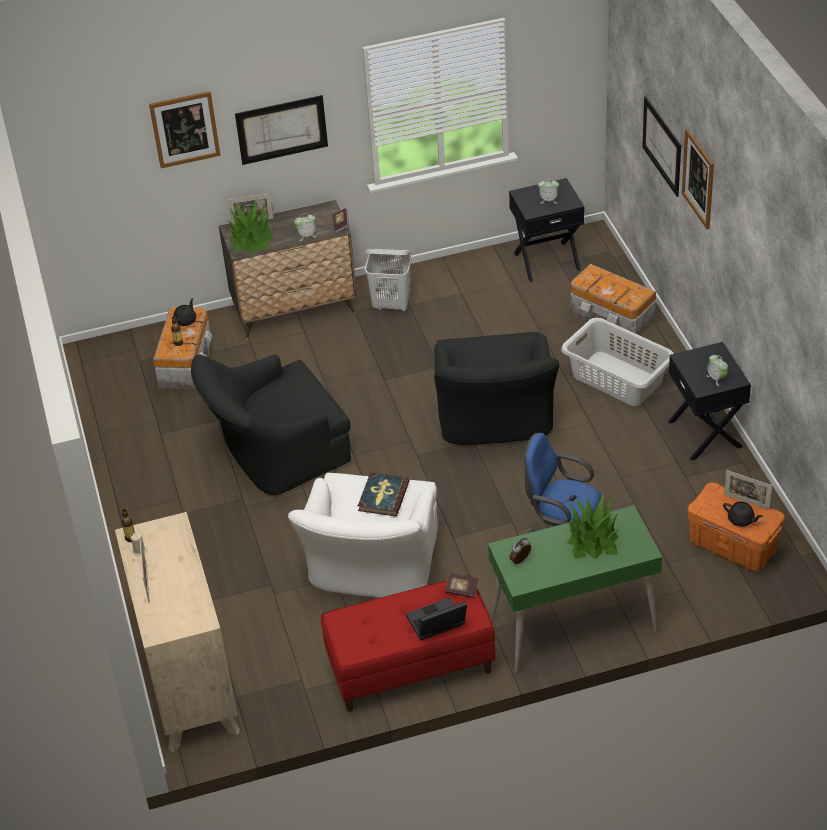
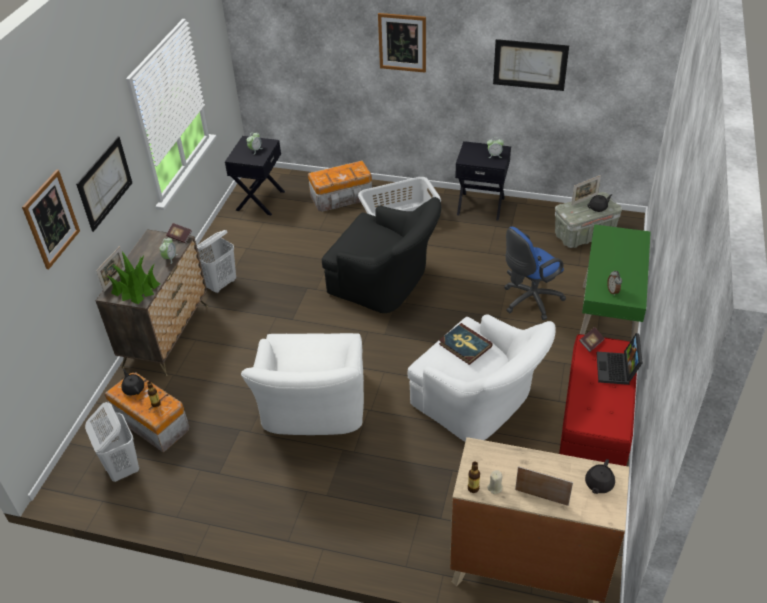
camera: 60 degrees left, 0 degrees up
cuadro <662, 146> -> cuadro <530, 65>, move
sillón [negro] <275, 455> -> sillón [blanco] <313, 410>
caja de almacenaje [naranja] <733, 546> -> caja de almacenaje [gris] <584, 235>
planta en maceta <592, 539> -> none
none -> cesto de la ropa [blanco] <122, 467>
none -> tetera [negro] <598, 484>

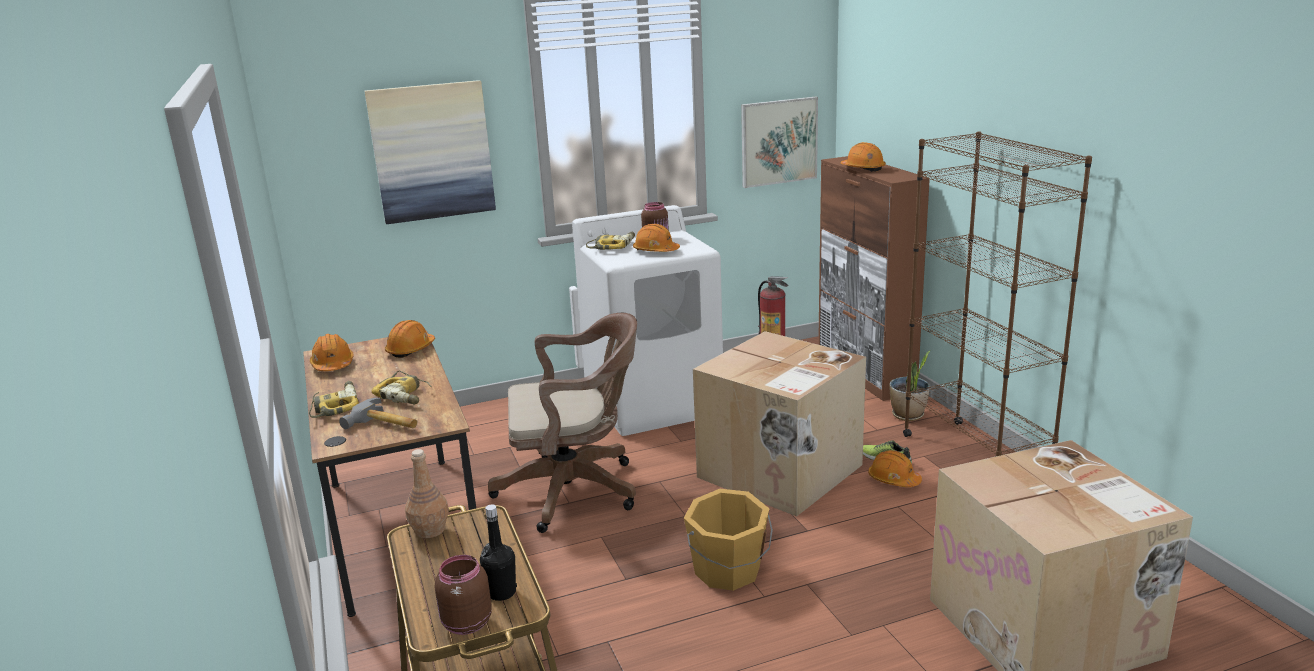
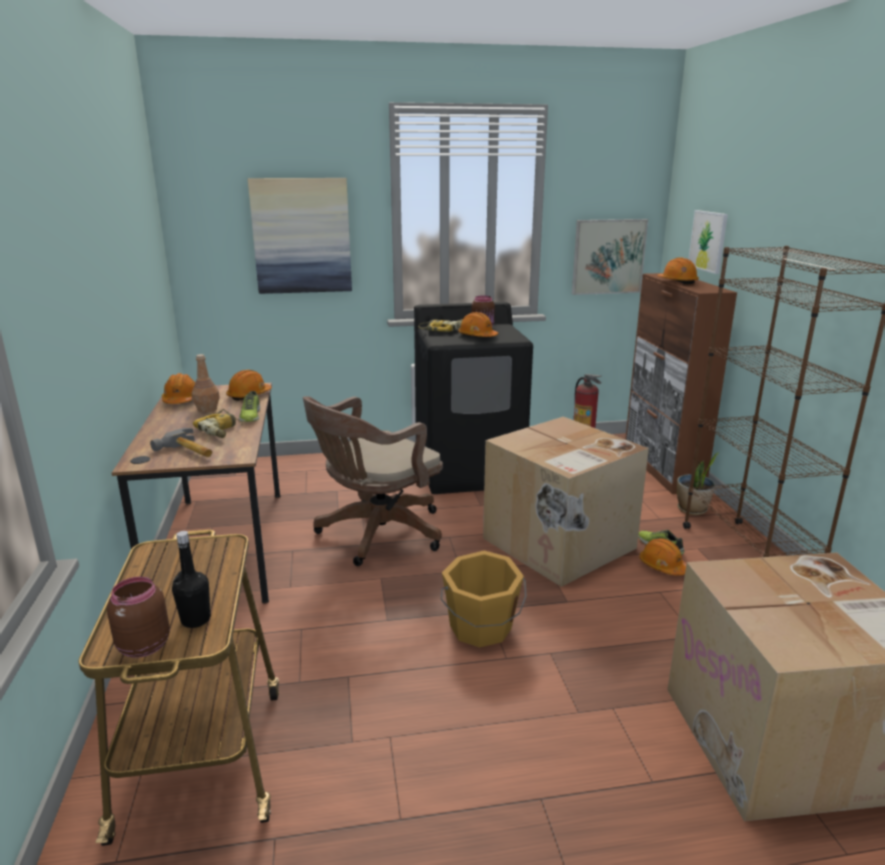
camera: 10 degrees right, 0 degrees up
lavadora [blanco] <654, 403> -> lavadora [negro] <469, 470>
silla de oficina [marrón] <576, 490> -> silla de oficina [marrón] <376, 534>, 135 degrees clockwise
taladro <334, 406> -> none
botella [marrón] <430, 530> -> botella [marrón] <207, 409>, move
none -> cuadro <708, 241>
none -> zapato <250, 416>

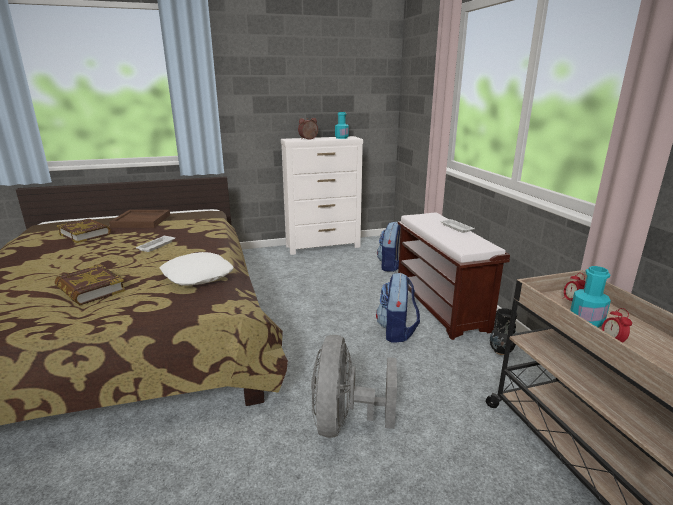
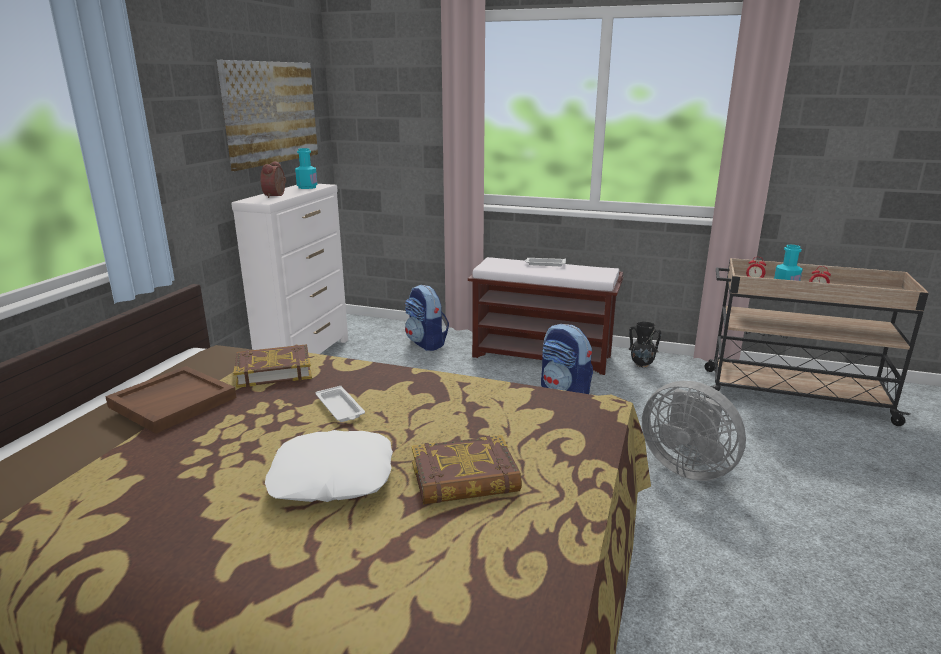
camera: 55 degrees left, 0 degrees up
libro <85, 234> -> libro <274, 371>, move
cojín [blanco] <197, 276> -> cojín [blanco] <332, 478>, move
none -> cuadro <271, 113>

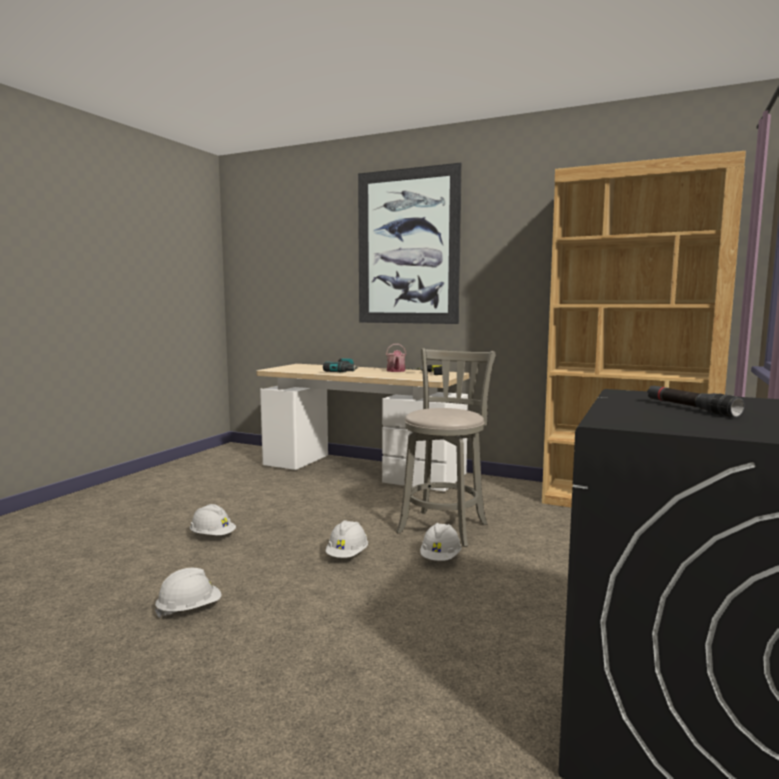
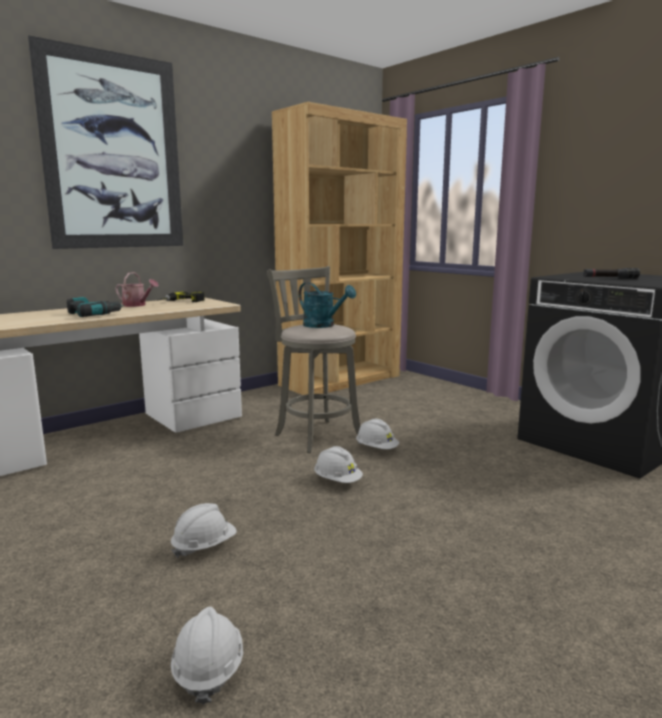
camera: 65 degrees left, 5 degrees up
casco [blanco] <189, 610> -> casco [blanco] <208, 670>, move
none -> regadera [turquesa] <323, 326>

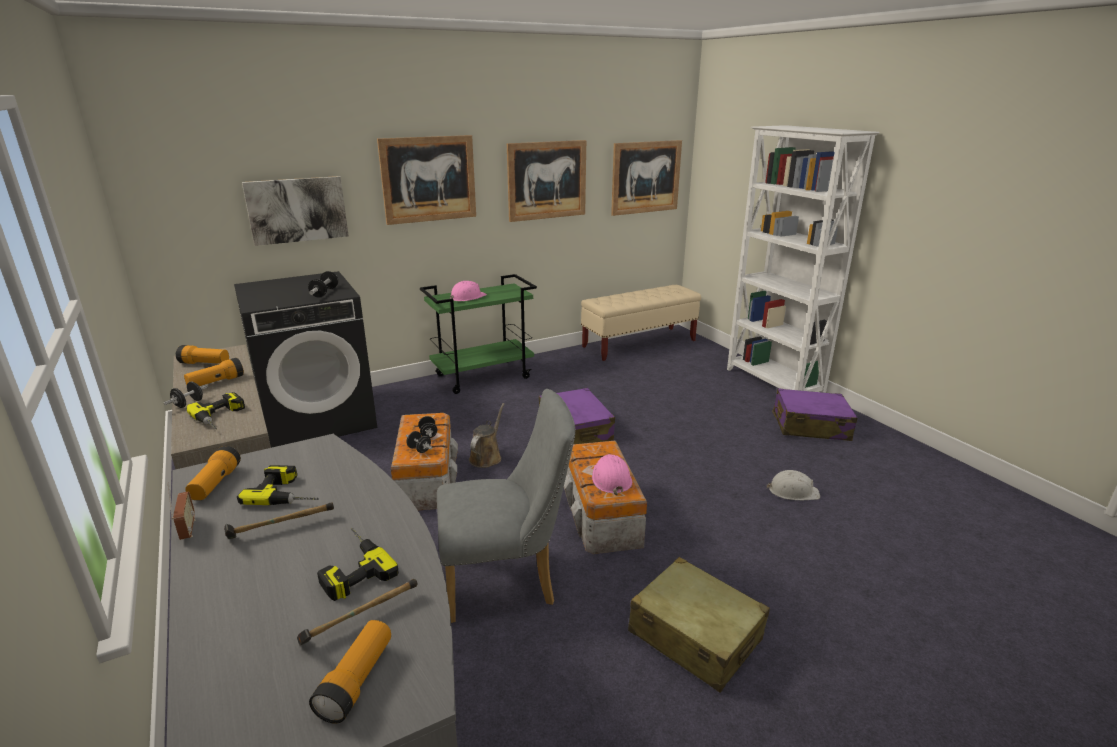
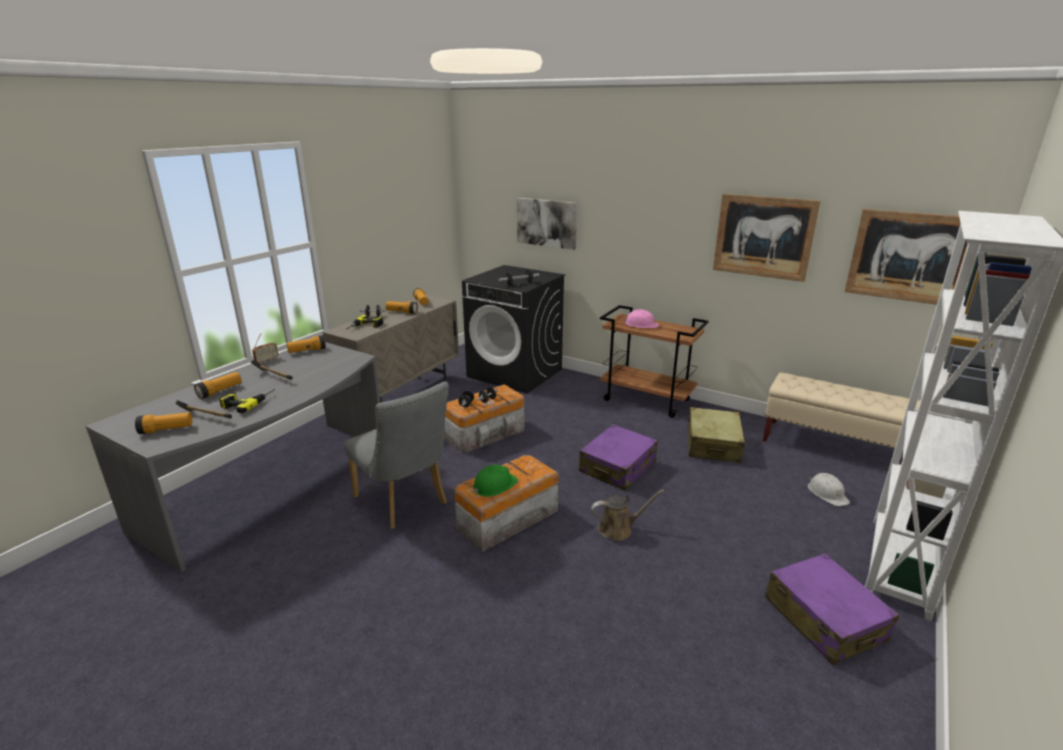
camera: 60 degrees right, 0 degrees up
cuadro <428, 179> -> none
carrito [verde] <483, 376> -> carrito [marrón] <647, 400>
regadera [marrón] <486, 457> -> regadera [marrón] <618, 529>, move
casco [rosa] <611, 479> -> casco [verde] <494, 485>
taladro <289, 492> -> none
casco [blanco] <793, 491> -> casco [blanco] <827, 493>, move
maleta [beis] <695, 636> -> maleta [beis] <713, 444>, move
none -> linterna <220, 391>

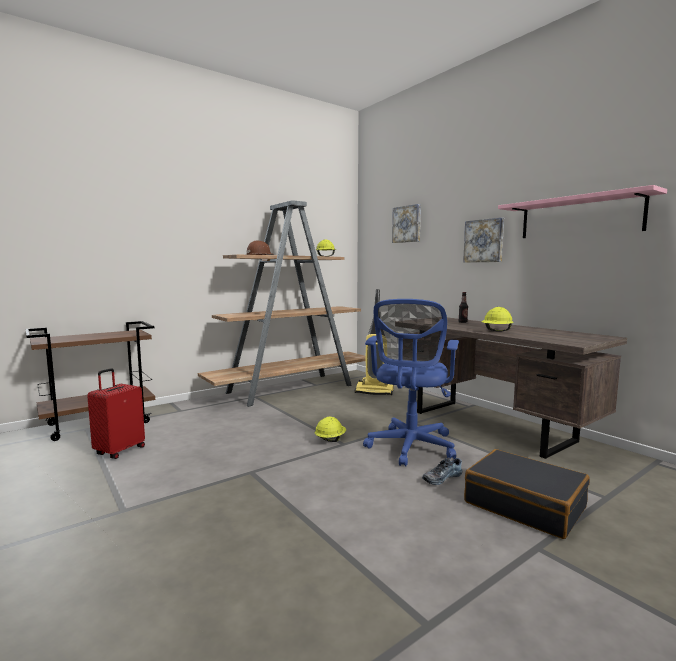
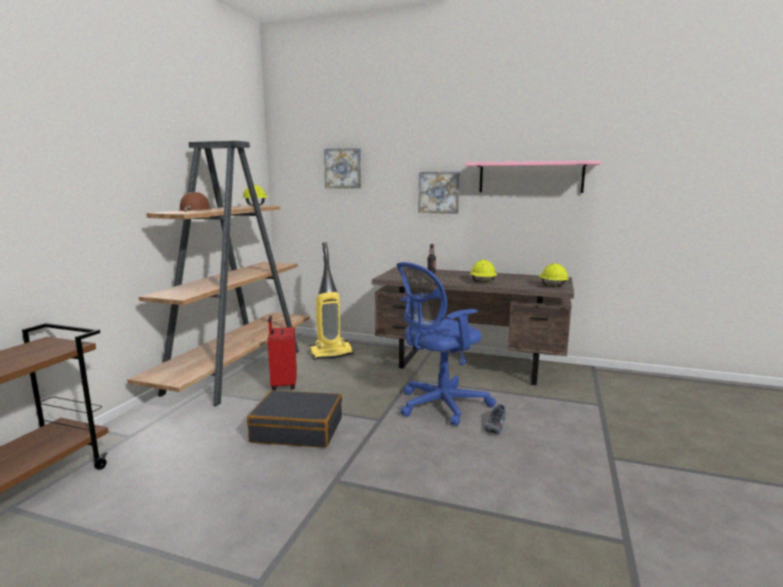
camera: 35 degrees left, 5 degrees up
silla de oficina [azul] <410, 448> -> silla de oficina [azul] <439, 405>, 75 degrees clockwise
maleta [rojo] <119, 451> -> maleta [rojo] <283, 385>, move
casco [amarillo] <330, 440> -> casco [amarillo] <552, 286>, move
maleta [negro] <524, 505> -> maleta [negro] <298, 430>, move

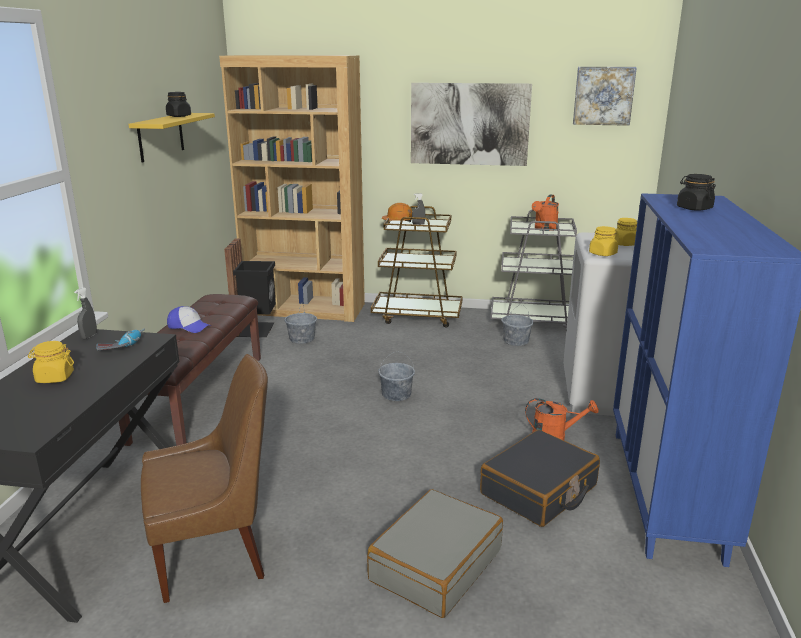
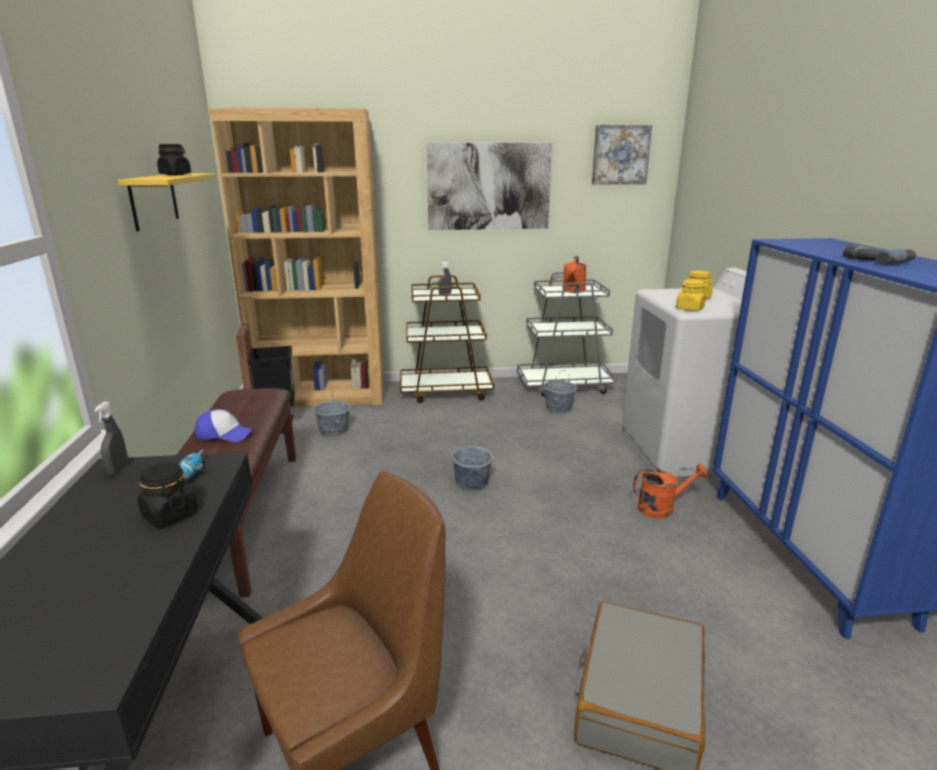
camera: 15 degrees left, 0 degrees up
tarro [negro] <694, 208> -> tarro [negro] <169, 514>, move
casco [naranja] <398, 221> -> none
tarro [amarillo] <54, 378> -> none
maleta [negro] <539, 490> -> none
none -> taladro <876, 260>

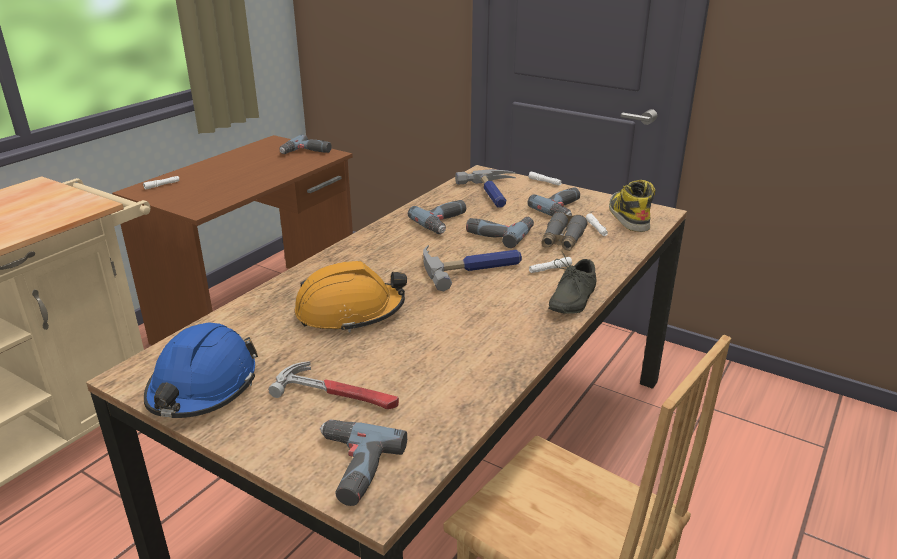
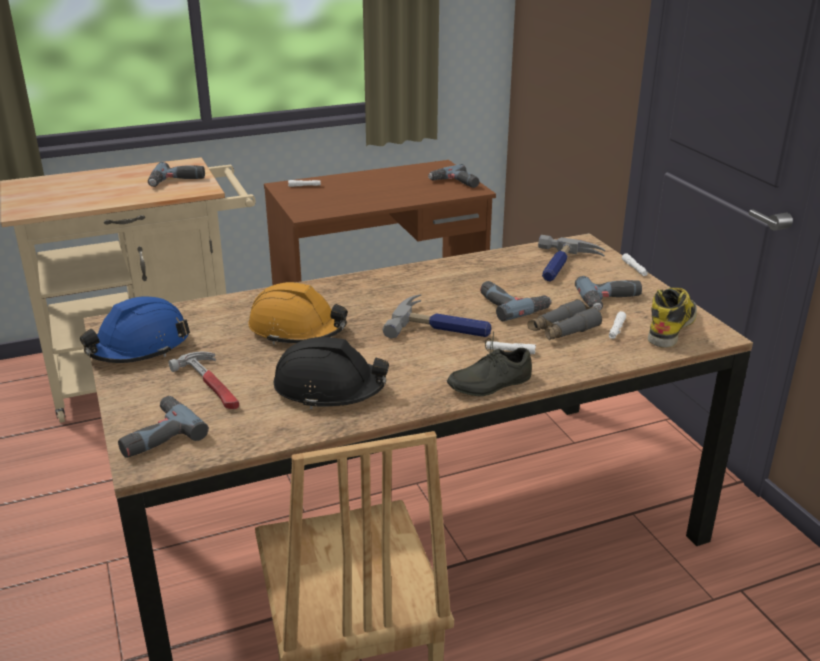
camera: 35 degrees right, 0 degrees up
taladro <445, 223> -> taladro <177, 181>, move
none -> casco [negro] <329, 389>

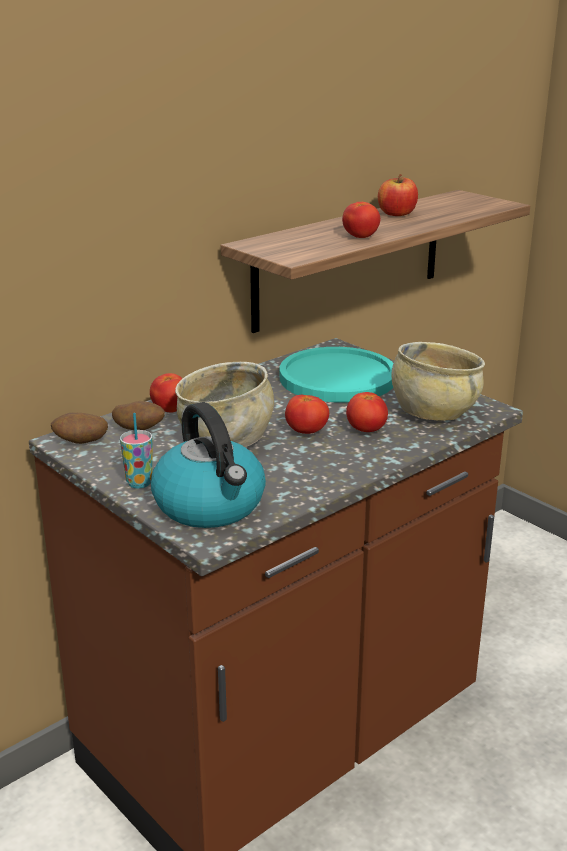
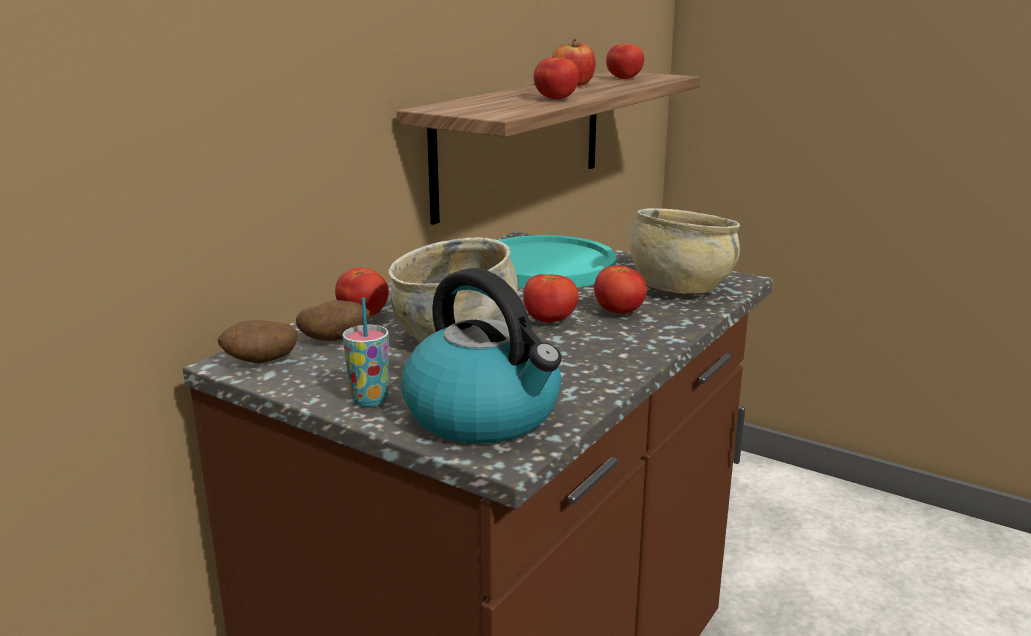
camera: 15 degrees left, 5 degrees down
none -> tomate <624, 78>

